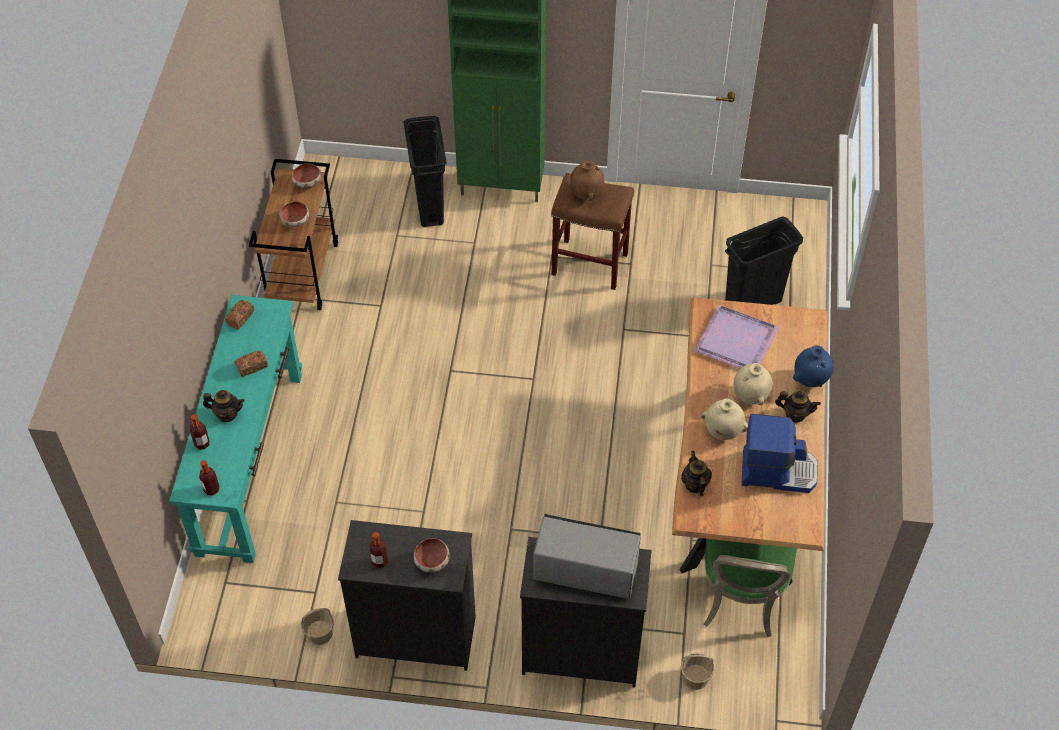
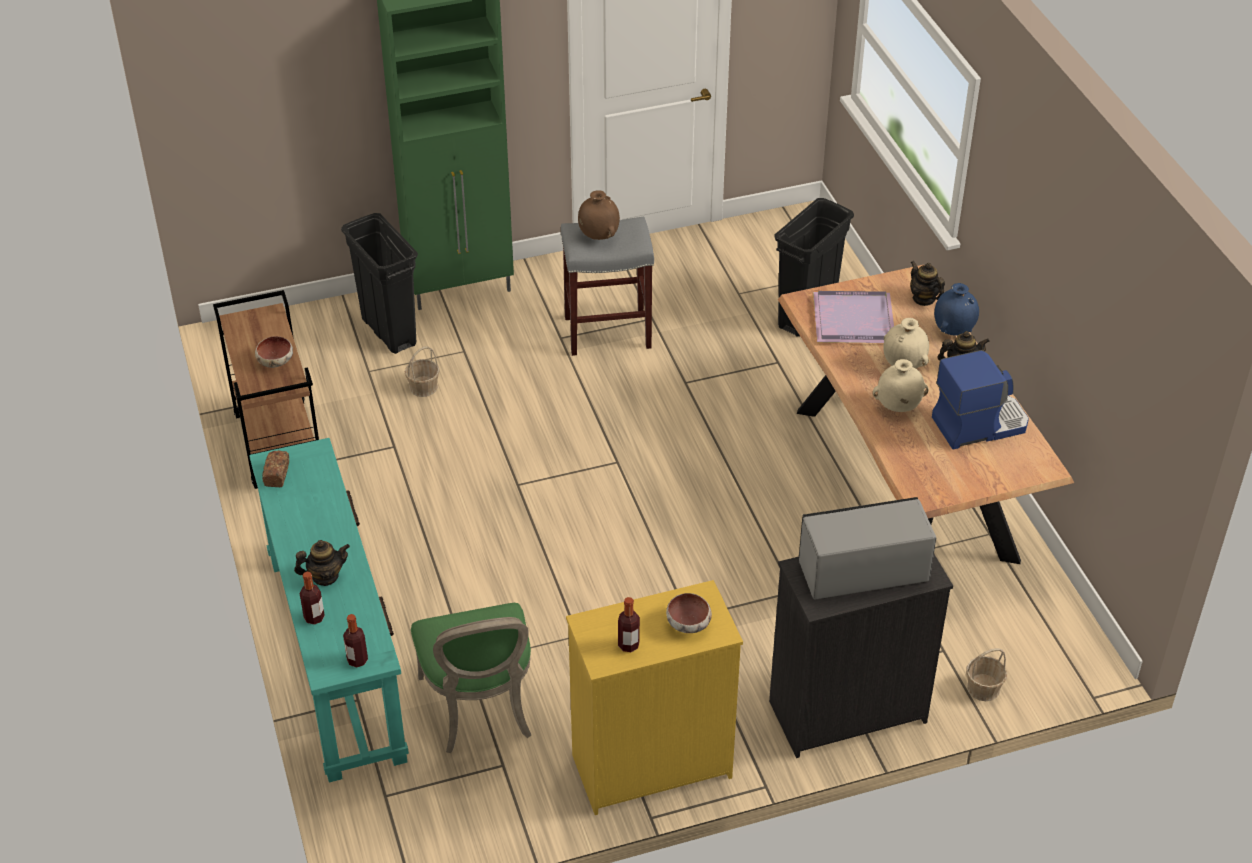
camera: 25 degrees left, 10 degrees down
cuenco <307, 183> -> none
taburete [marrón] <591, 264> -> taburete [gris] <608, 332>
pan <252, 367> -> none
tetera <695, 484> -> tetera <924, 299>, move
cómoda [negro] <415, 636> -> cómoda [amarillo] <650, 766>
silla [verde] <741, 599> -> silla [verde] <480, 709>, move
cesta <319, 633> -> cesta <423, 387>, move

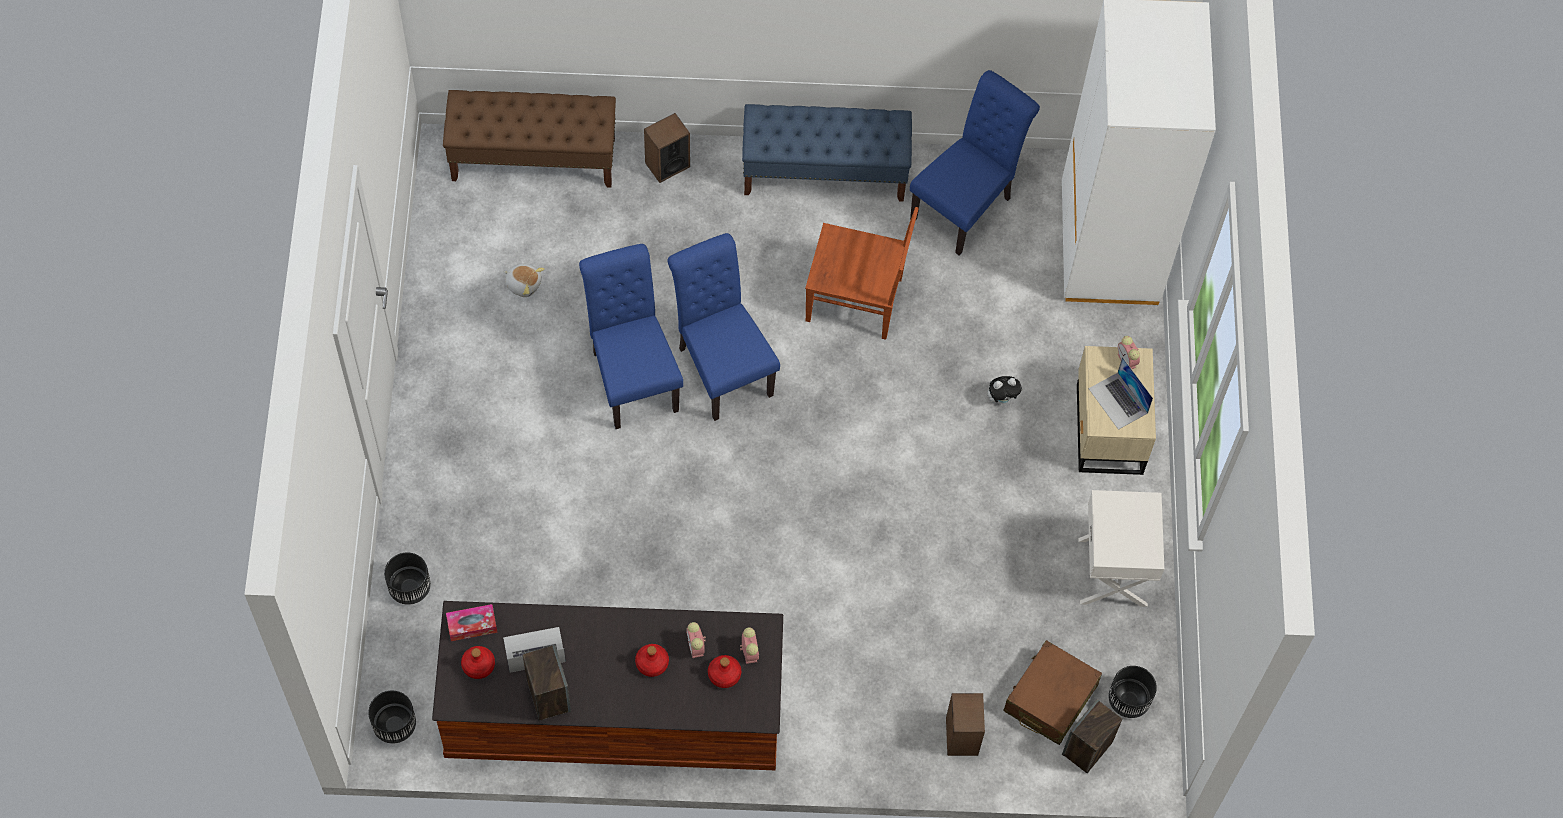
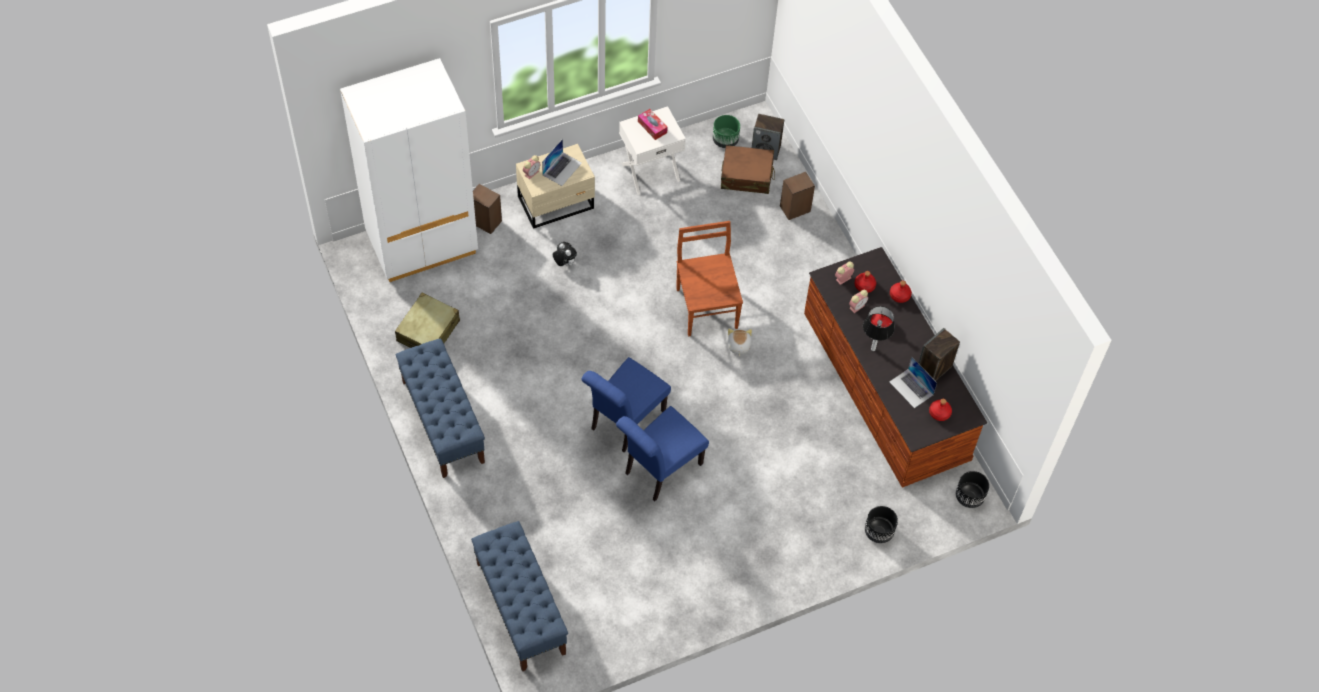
camera: 115 degrees left, 5 degrees down
silla [azul] <966, 205> -> maleta [beis] <428, 331>
banco [marrón] <534, 159> -> banco [azul] <520, 608>
altavoz <667, 164> -> altavoz <486, 222>, move
silla [marrón] <856, 301> -> silla [marrón] <706, 306>, move
peluche <523, 283> -> peluche <738, 346>, move
caja de pañuelos <472, 625> -> caja de pañuelos <652, 127>, move
maceta [negro] <1128, 700> -> maceta [verde] <725, 140>
none -> botella [rojo] <899, 295>
none -> lámpara de mesa <872, 349>

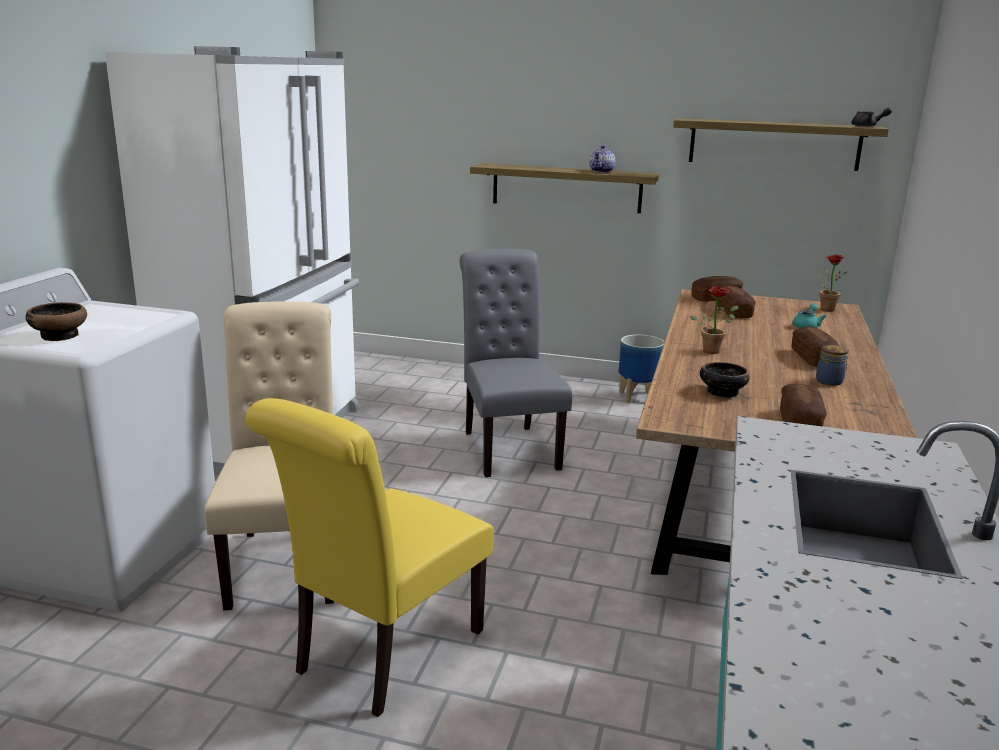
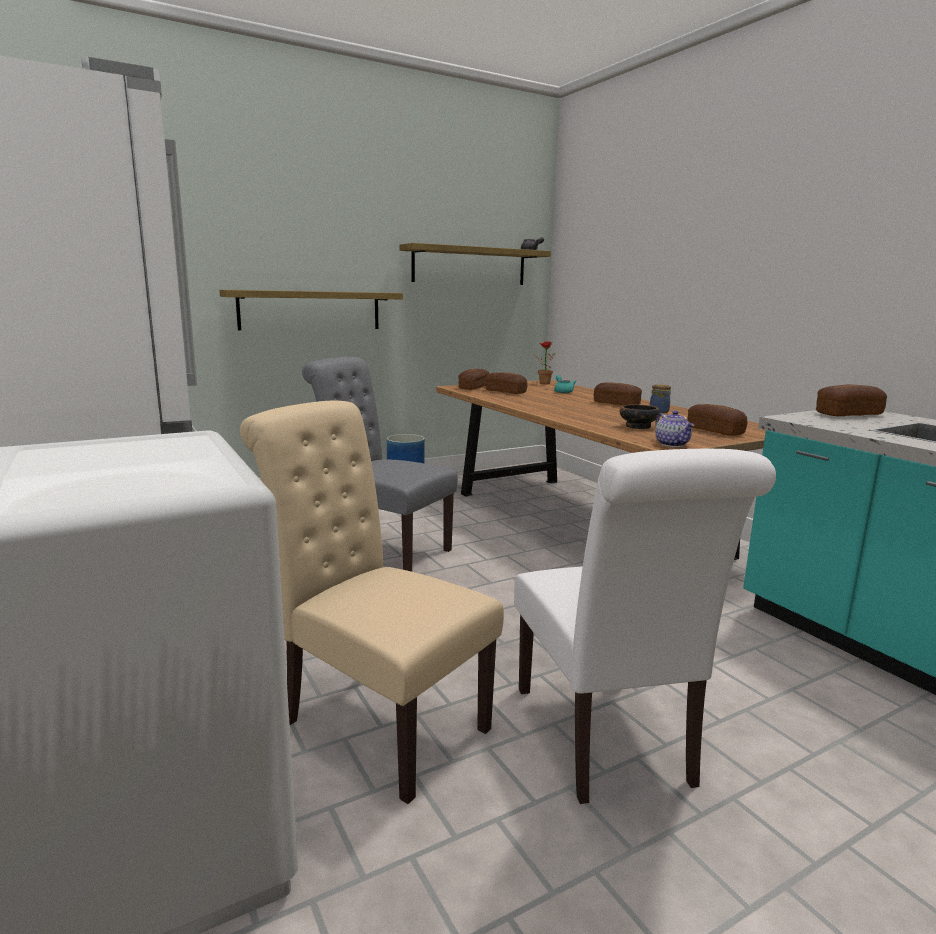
camera: 45 degrees left, 5 degrees down
tetera <602, 171> -> tetera <673, 444>, move
planta en maceta <713, 350> -> none
cuenco <60, 335> -> none
silla [amarillo] <382, 656> -> silla [blanco] <607, 741>
none -> pan <848, 414>

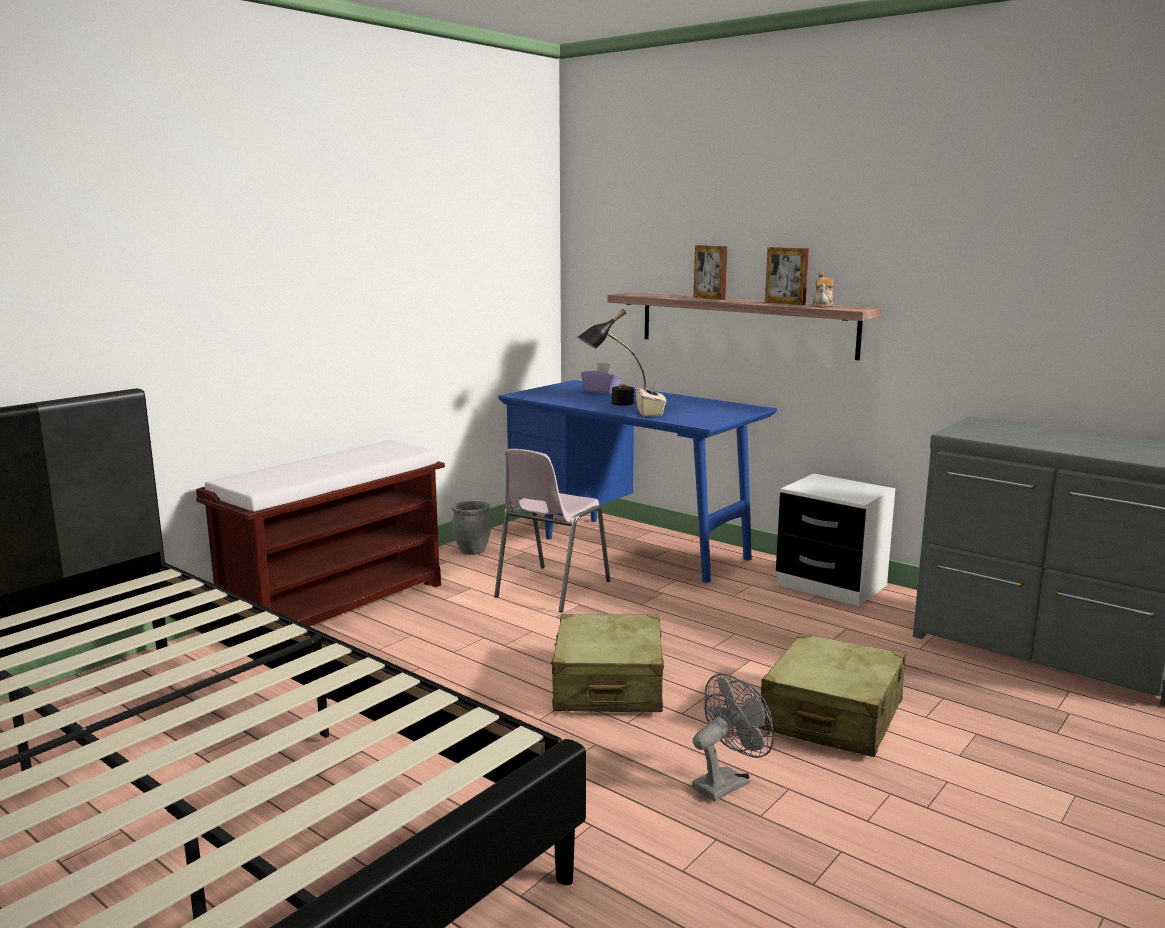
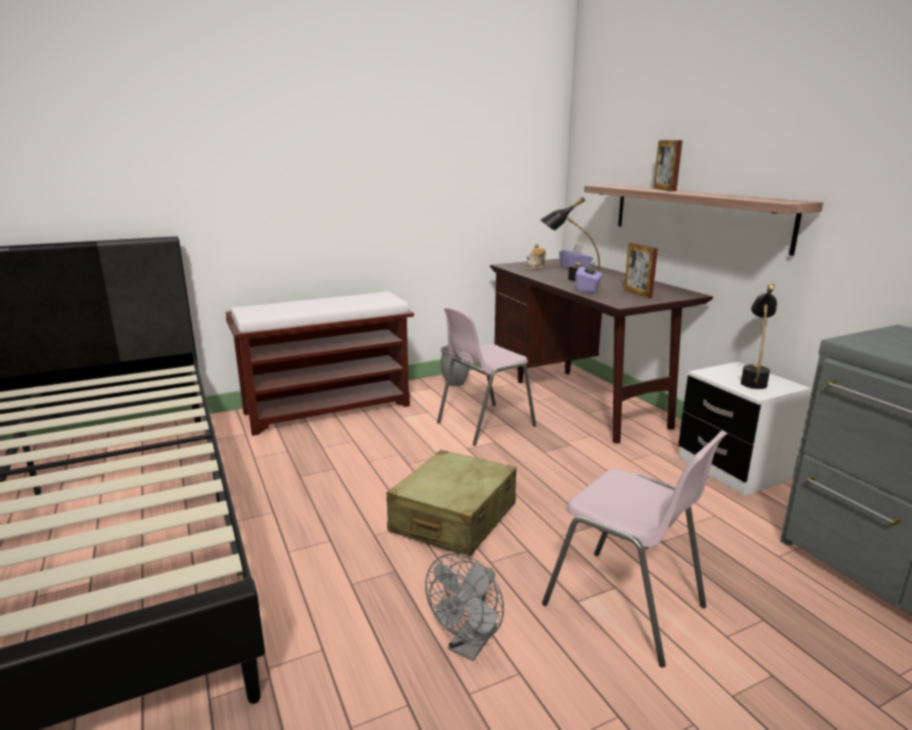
camera: 25 degrees right, 5 degrees up
portarretratos <785, 303> -> portarretratos <637, 293>, move
tetera <822, 306> -> tetera <536, 268>, move
escritorio [azul] <631, 544> -> escritorio [marrón] <580, 398>
caja de pañuelos [beis] <650, 413> -> caja de pañuelos [morado] <588, 289>
maleta [beis] <831, 716> -> silla [rosa] <625, 606>
ventilador [gris] <726, 782> -> ventilador [gris] <469, 646>, 135 degrees clockwise
none -> lámpara de mesa [negro] <753, 380>

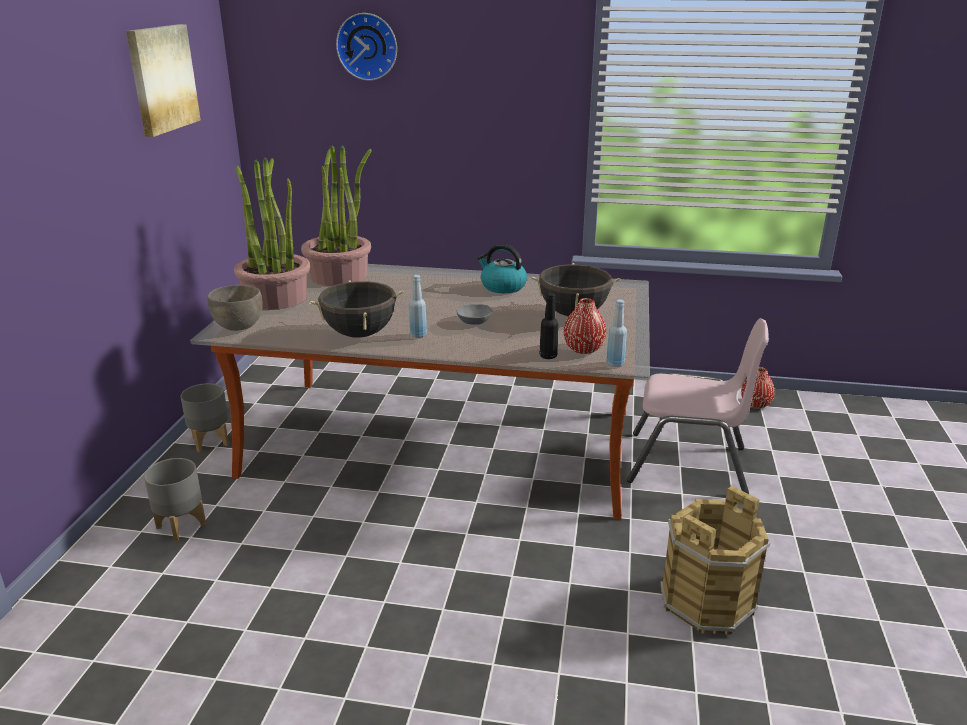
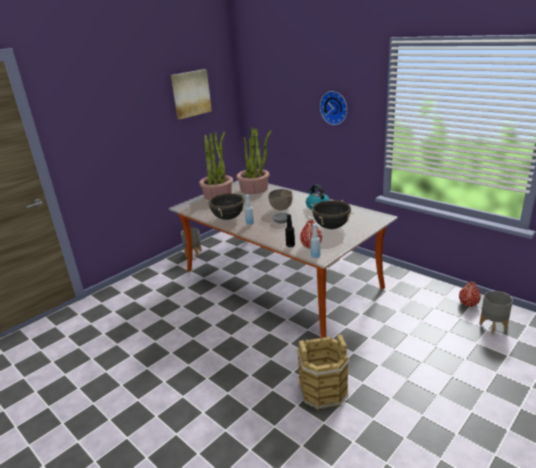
camera: 35 degrees right, 0 degrees up
reloj de pared <368, 46> -> reloj de pared <334, 107>, move
cuenco [gris] <239, 327> -> cuenco [gris] <281, 208>, move
silla [rosa] <688, 464> -> none
maceta [gris] <182, 525> -> maceta [gris] <493, 326>, move

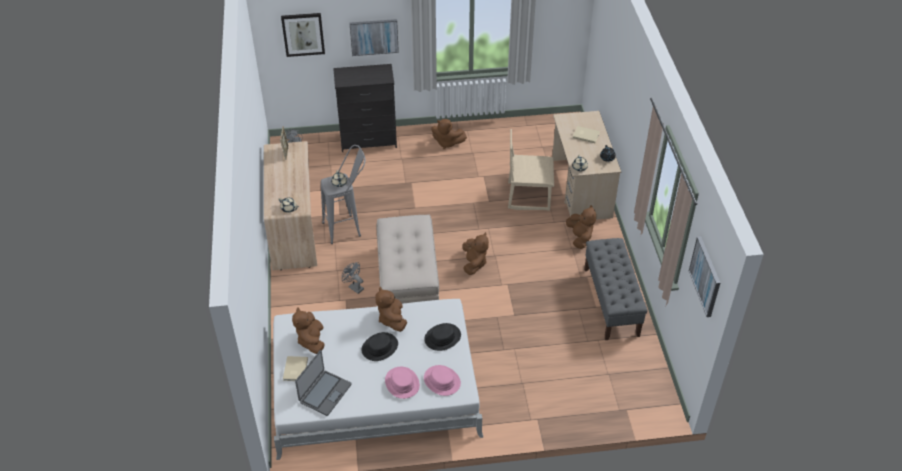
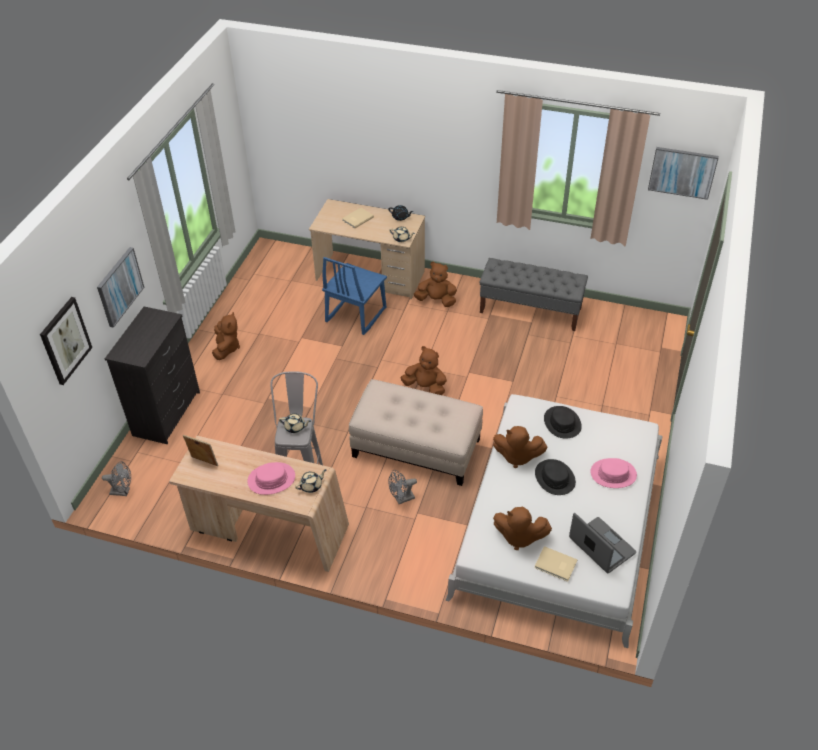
camera: 65 degrees left, 0 degrees up
peluche [marrón] <447, 143> -> peluche [marrón] <226, 348>, 45 degrees counterclockwise
silla [beis] <528, 196> -> silla [azul] <355, 315>
sombrero [rosa] <442, 381> -> sombrero [rosa] <271, 479>, move

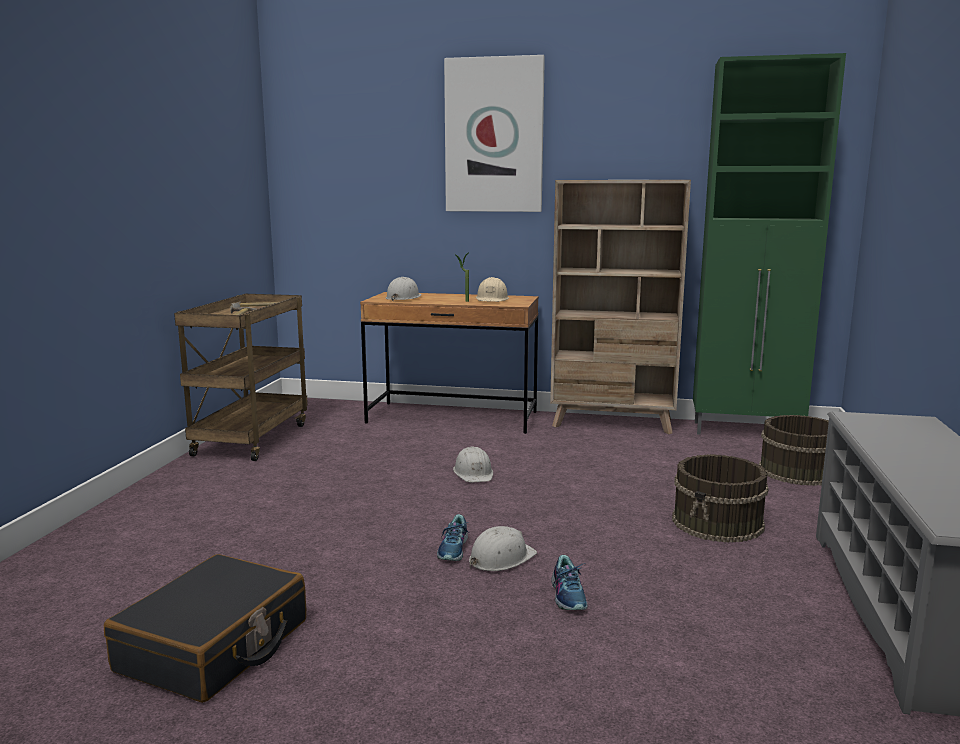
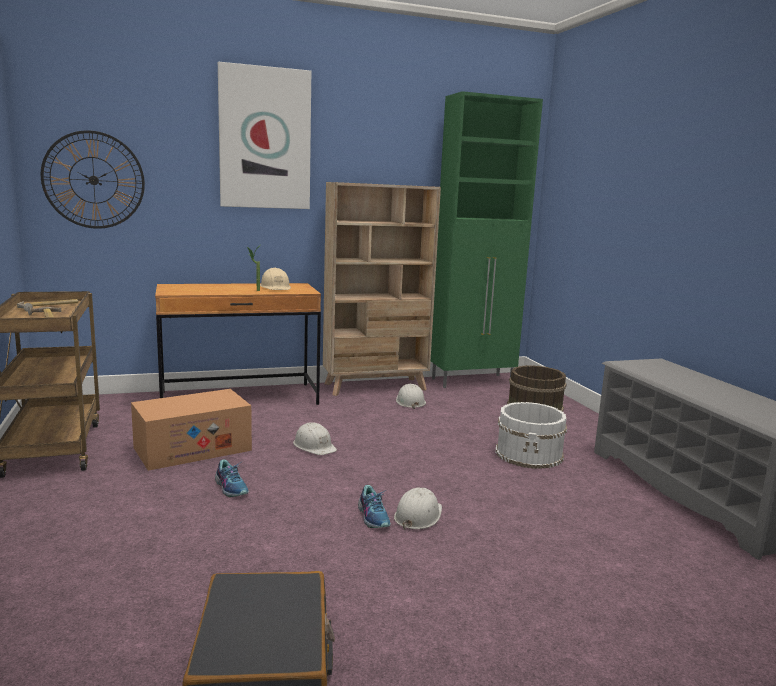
camera: 30 degrees left, 0 degrees up
casco [blanco] <403, 298> -> casco [blanco] <410, 402>, move
cubo [marrón] <718, 522> -> cubo [blanco] <529, 454>
zapato <569, 596> -> zapato <231, 487>, move
none -> reloj de pared <93, 180>
none -> caja de cartón <192, 449>

